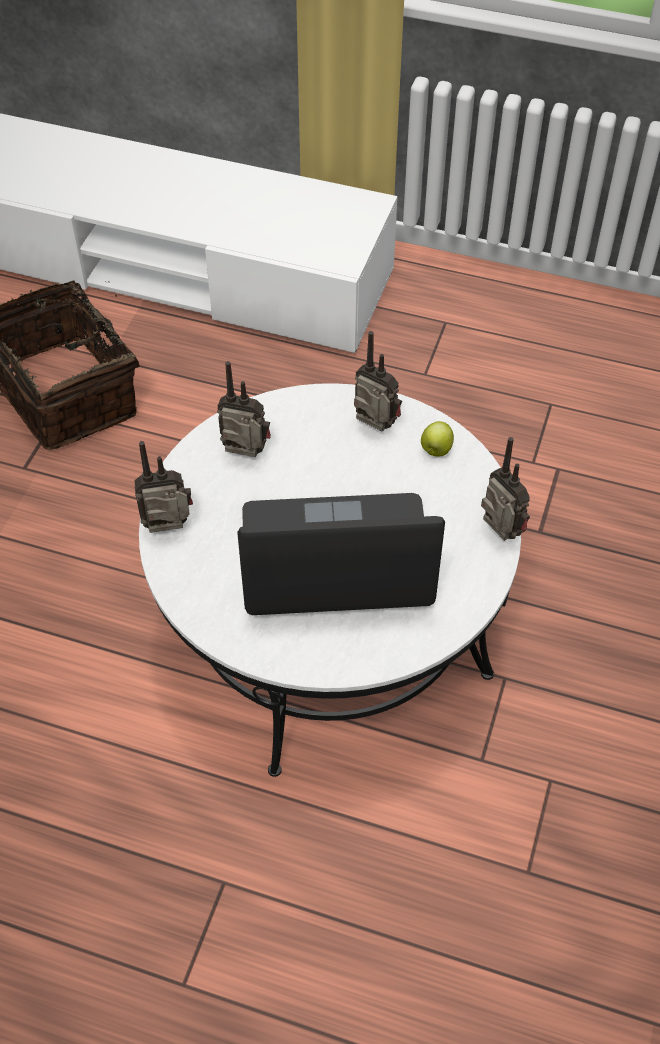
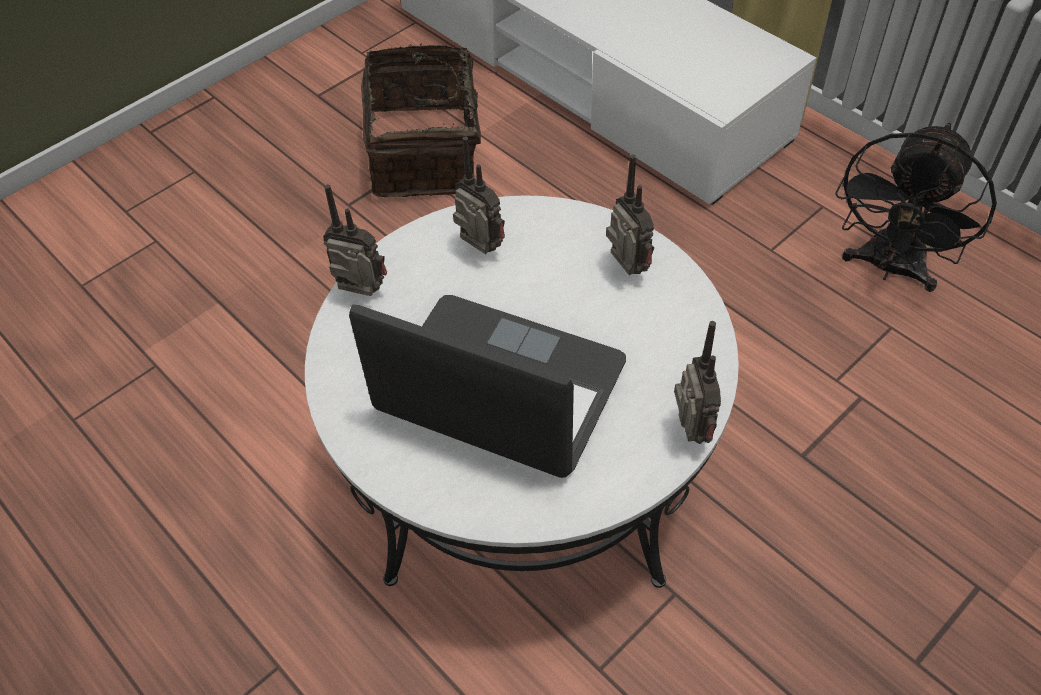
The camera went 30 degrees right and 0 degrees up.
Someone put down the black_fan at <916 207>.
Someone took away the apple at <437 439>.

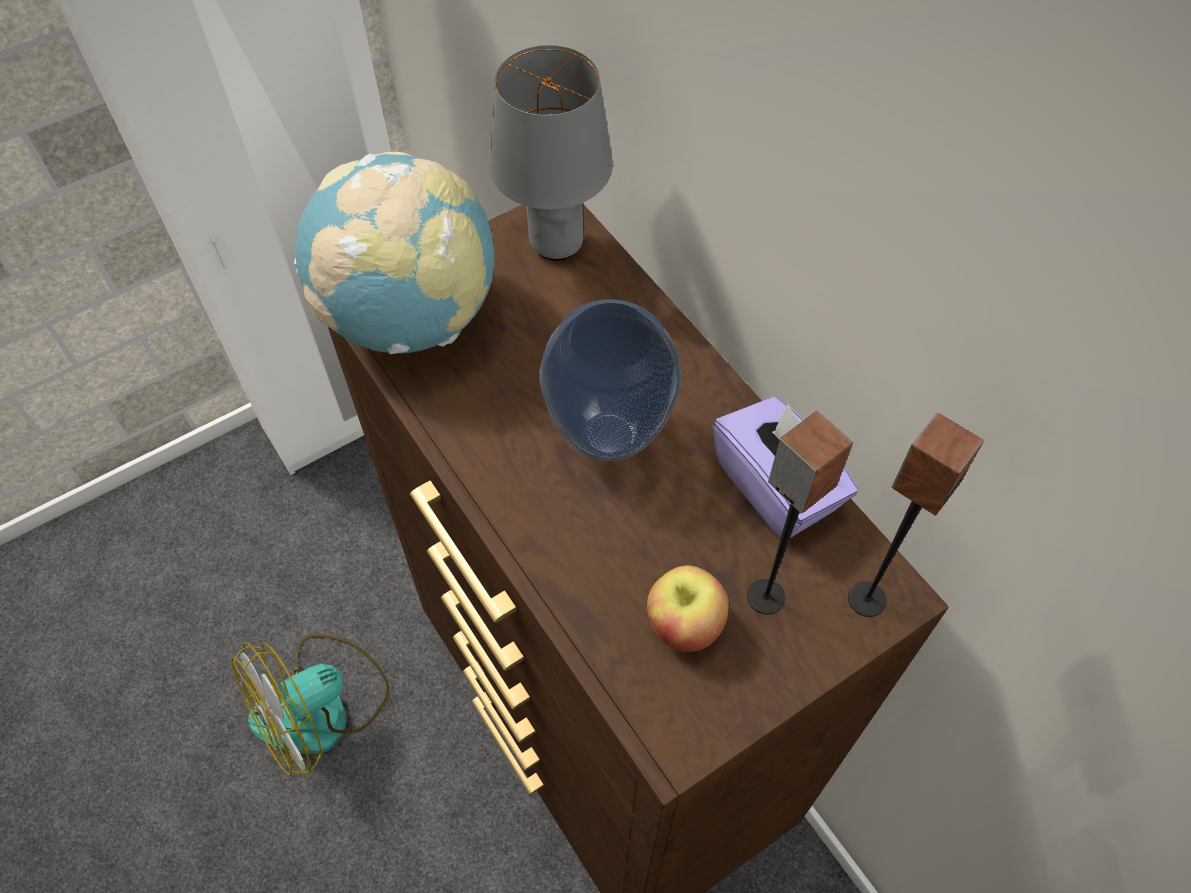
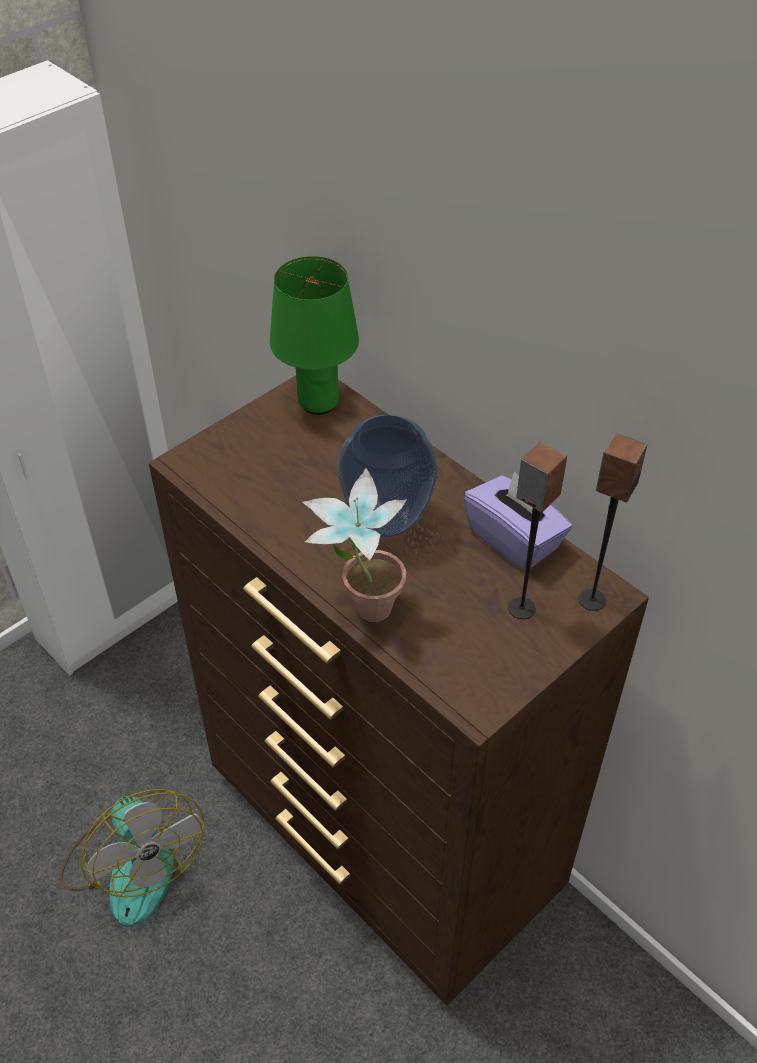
The camera went 10 degrees left and 10 degrees down.
Someone rotated the fan at <310 705> by 75 degrees counterclockwise.
Someone repainted the grey_table_lamp at <551 153>, which became the green_table_lamp at <314 335>.
Someone put down the potted_plant at <354 545>.
Someone took away the globe at <394 253>.
Someone took away the apple at <688 608>.

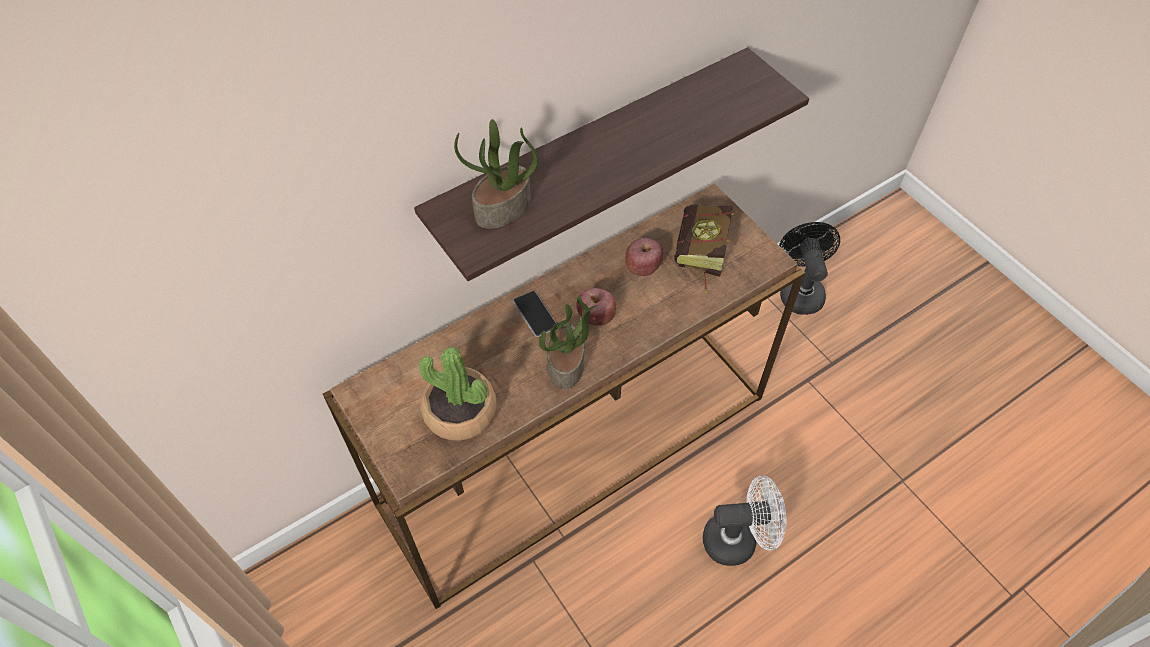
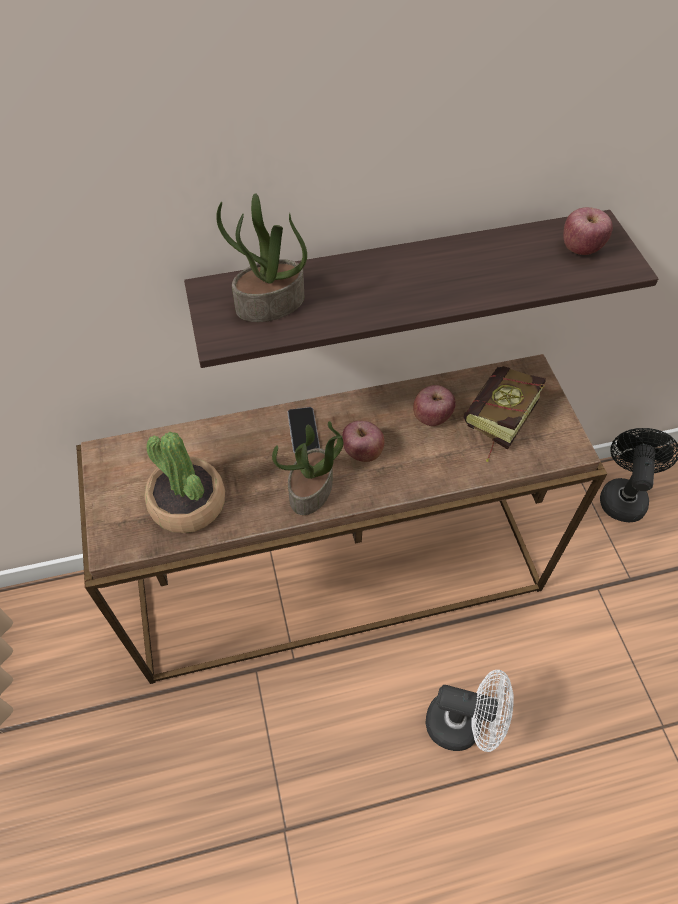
The camera went 20 degrees right and 0 degrees up.
Someone put down the apple at <588 231>.

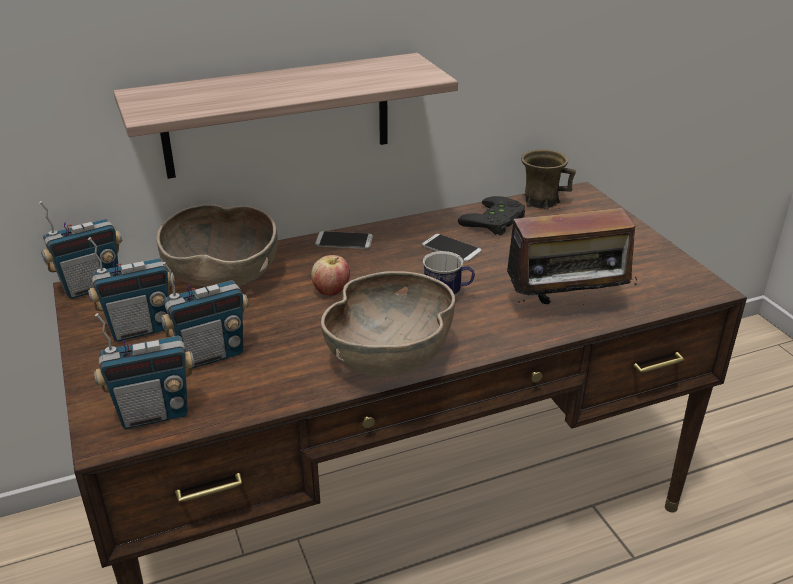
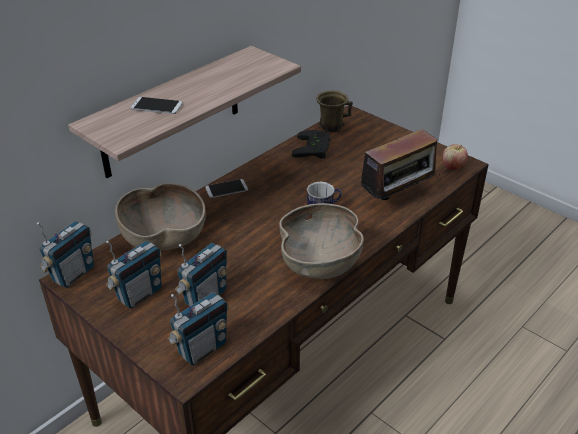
The camera went 25 degrees left and 5 degrees up.
Someone carried the phone from <451 248> to <157 105>.
Someone carried the apple from <330 275> to <455 157>.

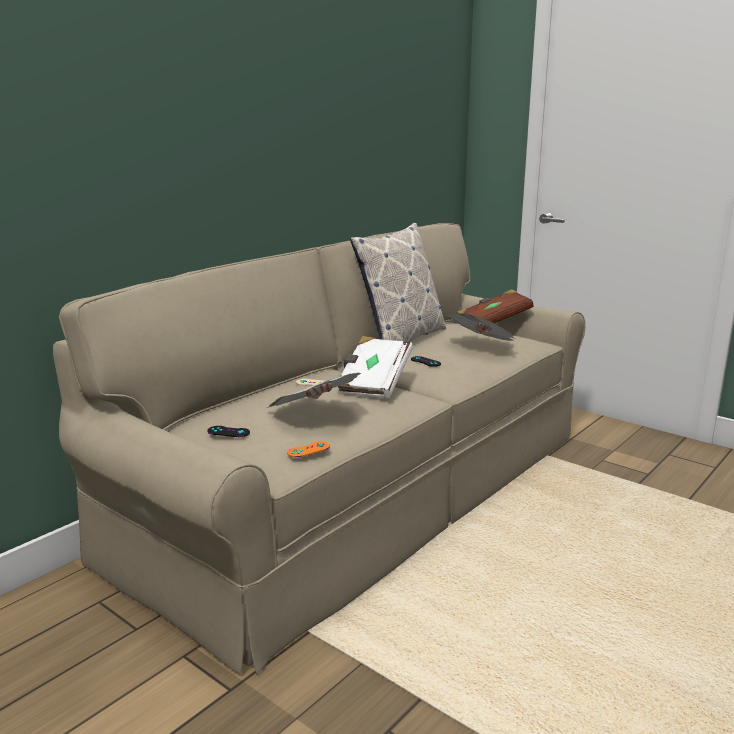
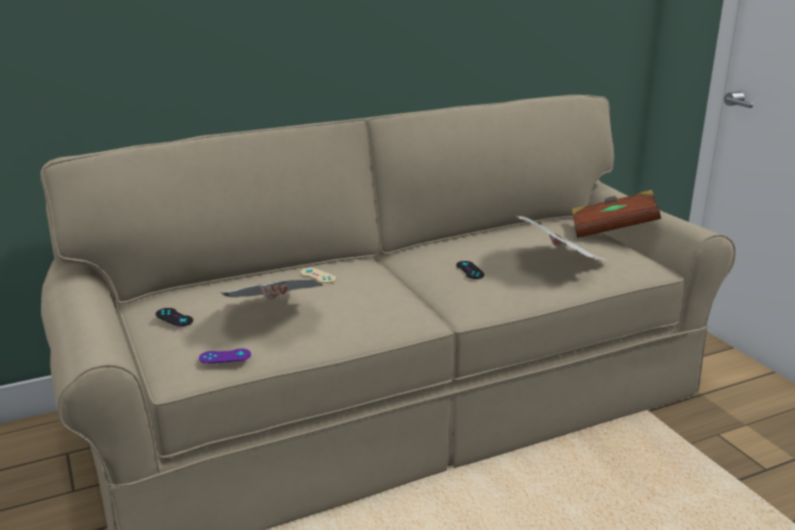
The camera went 25 degrees right and 5 degrees up.
Someone repainted the orange_game_controller at <308 449>, which became the purple_game_controller at <225 356>.
Someone took away the white_book at <375 367>.
Someone took away the pillow at <398 283>.

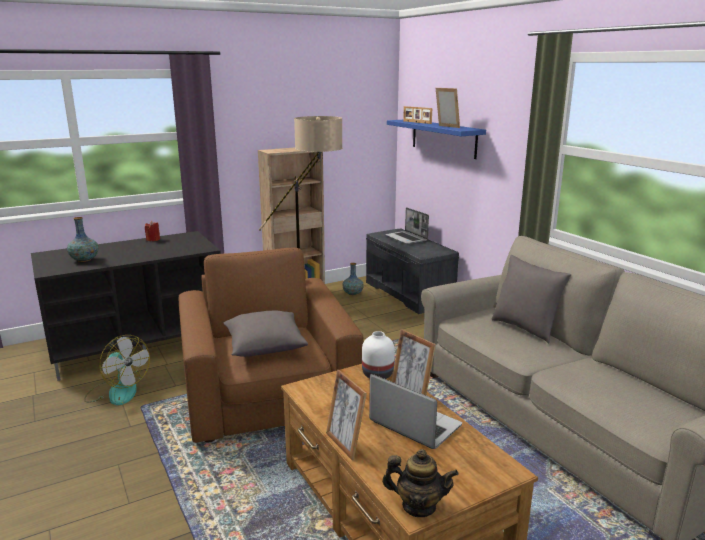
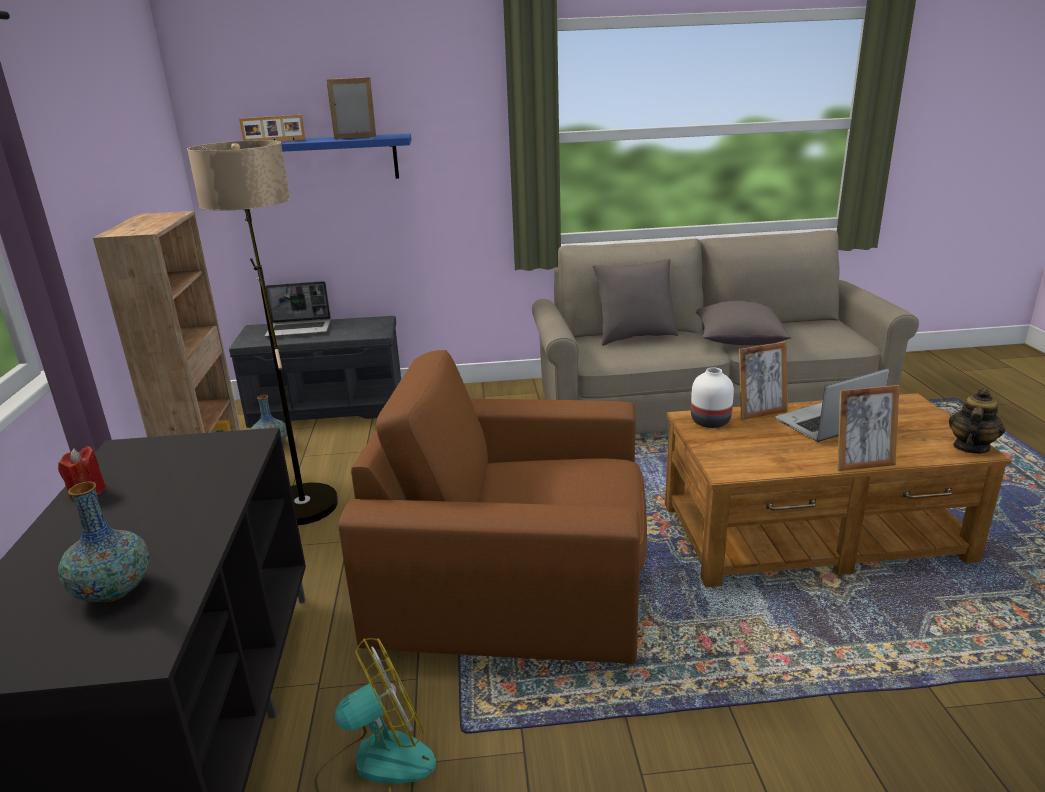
The camera went 65 degrees left and 5 degrees up.
Someone carried the grey_pillow from <266 334> to <743 323>.

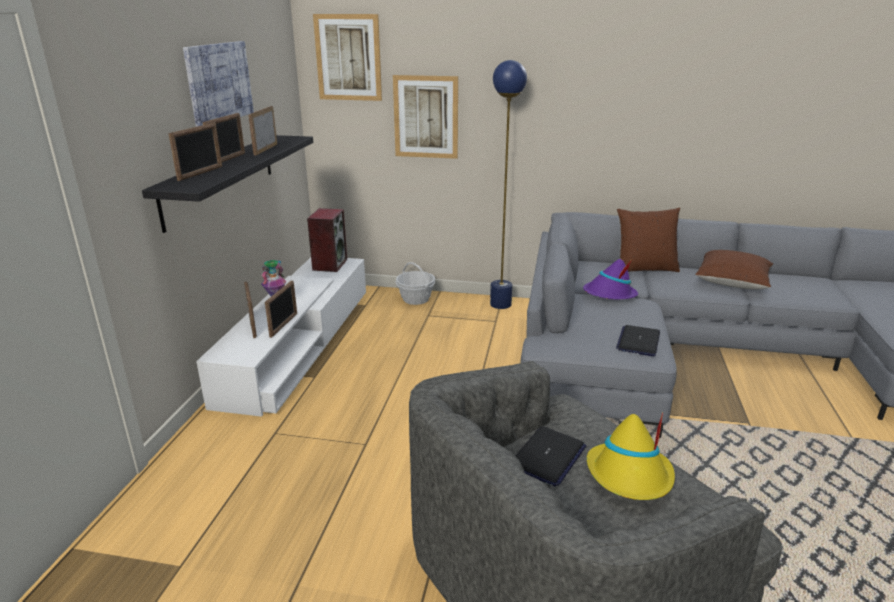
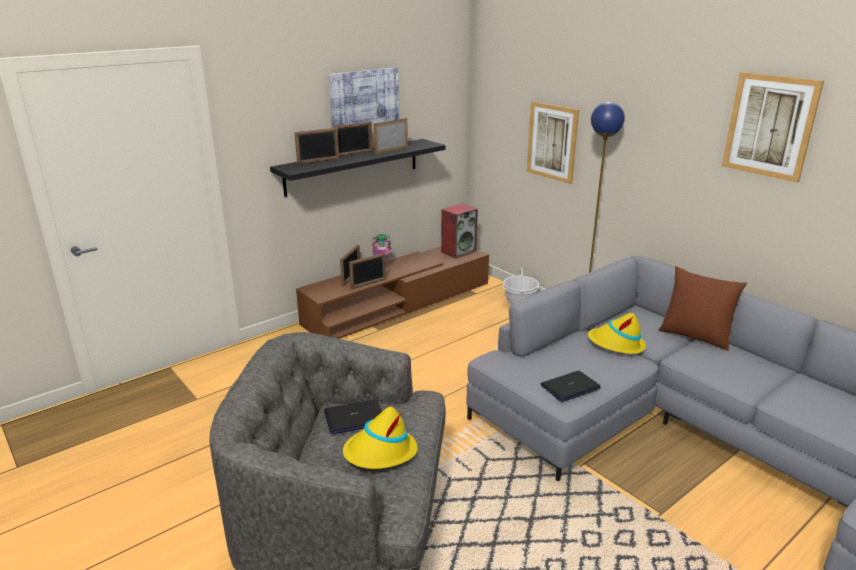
The camera went 40 degrees right and 0 degrees up.
Someone repainted the white_tv_stand at <281 337>, which became the brown_tv_stand at <392 292>.
Someone repainted the purple_hat at <610 279>, which became the yellow_hat at <617 333>.
Someone carried the picture from <347 57> to <773 127>.
Someone took away the brown_pillow at <734 269>.

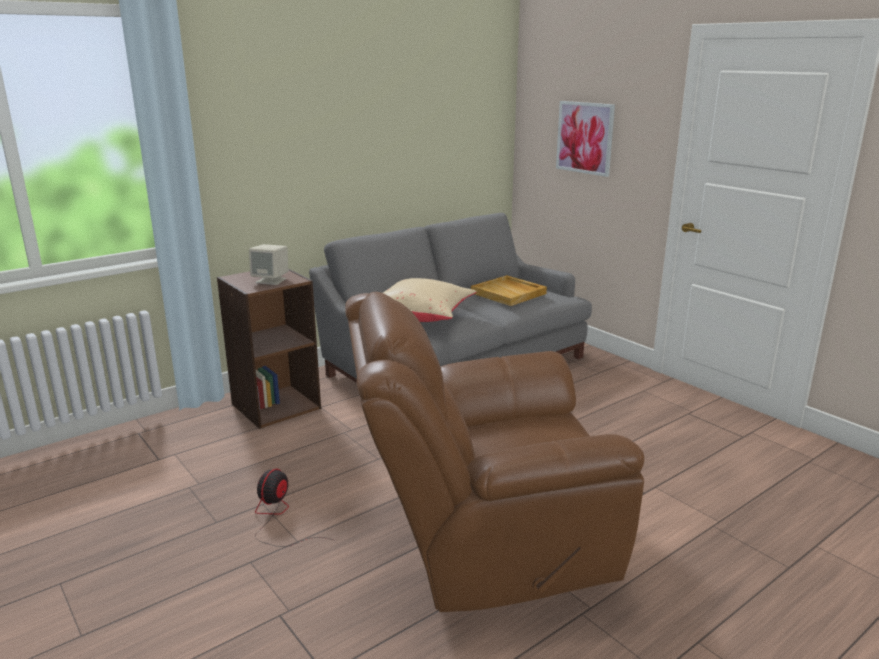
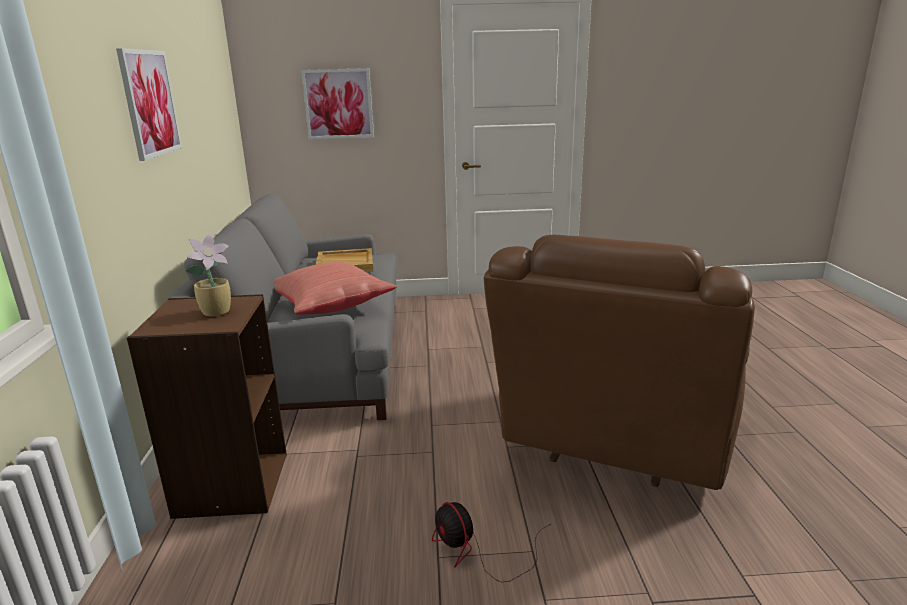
The camera went 55 degrees left and 0 degrees up.
Someone put up the picture at <149 104>.
Someone swapped the beige_speaker at <268 264> for the potted_plant at <208 274>.
Someone repainted the beige_pillow at <430 300>, which became the red_pillow at <335 288>.

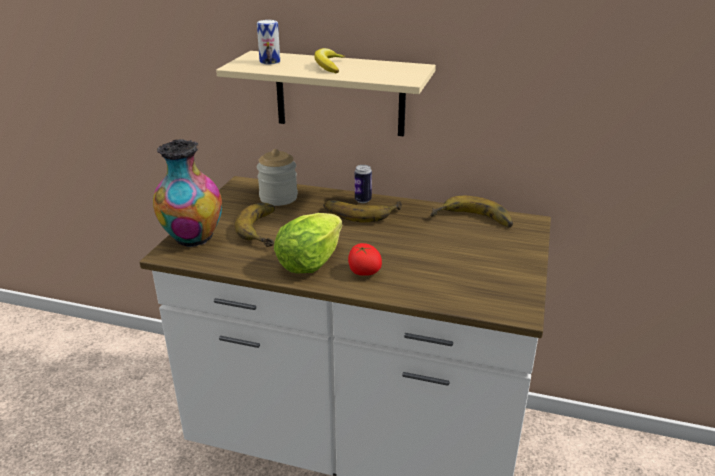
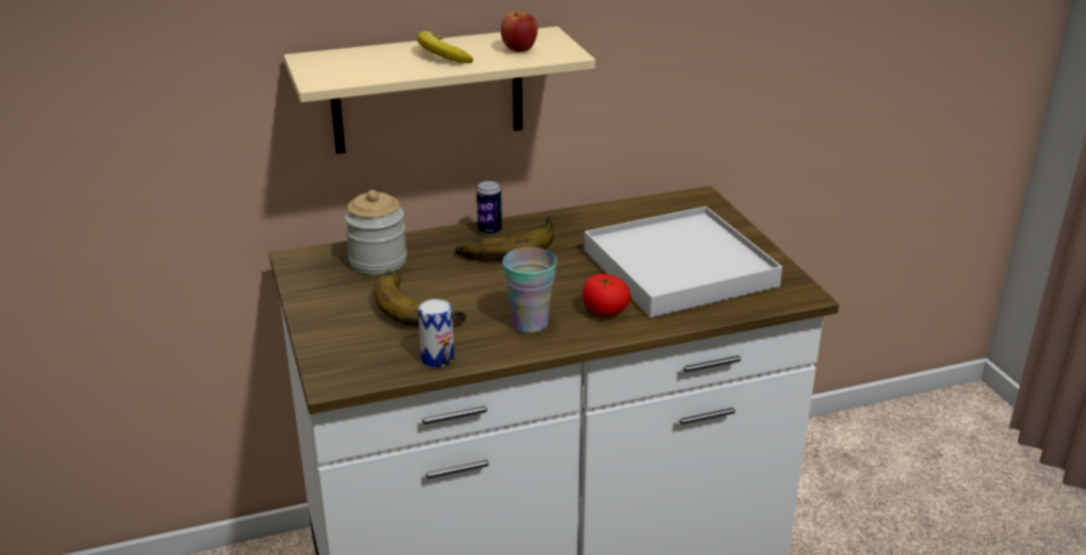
The camera went 35 degrees left and 0 degrees up.
Someone carried the can from <268 42> to <436 333>.
Someone put down the apple at <519 31>.
Someone swapped the lettuce at <308 243> for the cup at <530 290>.
Someone put down the white_tray at <683 262>.
Someone took away the vase at <187 193>.
Someone took away the banana at <471 212>.

